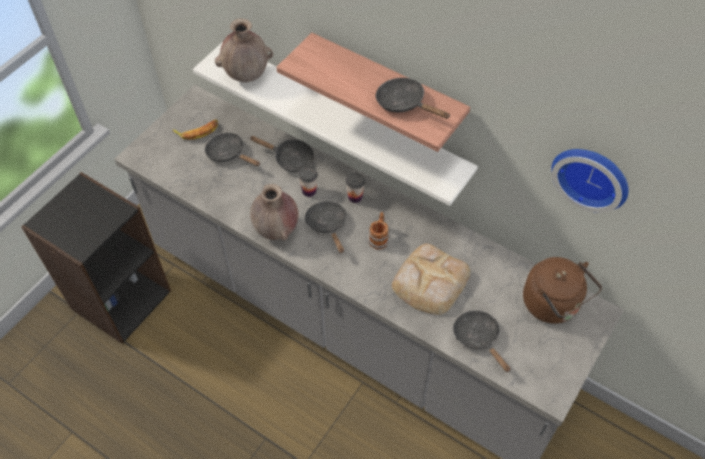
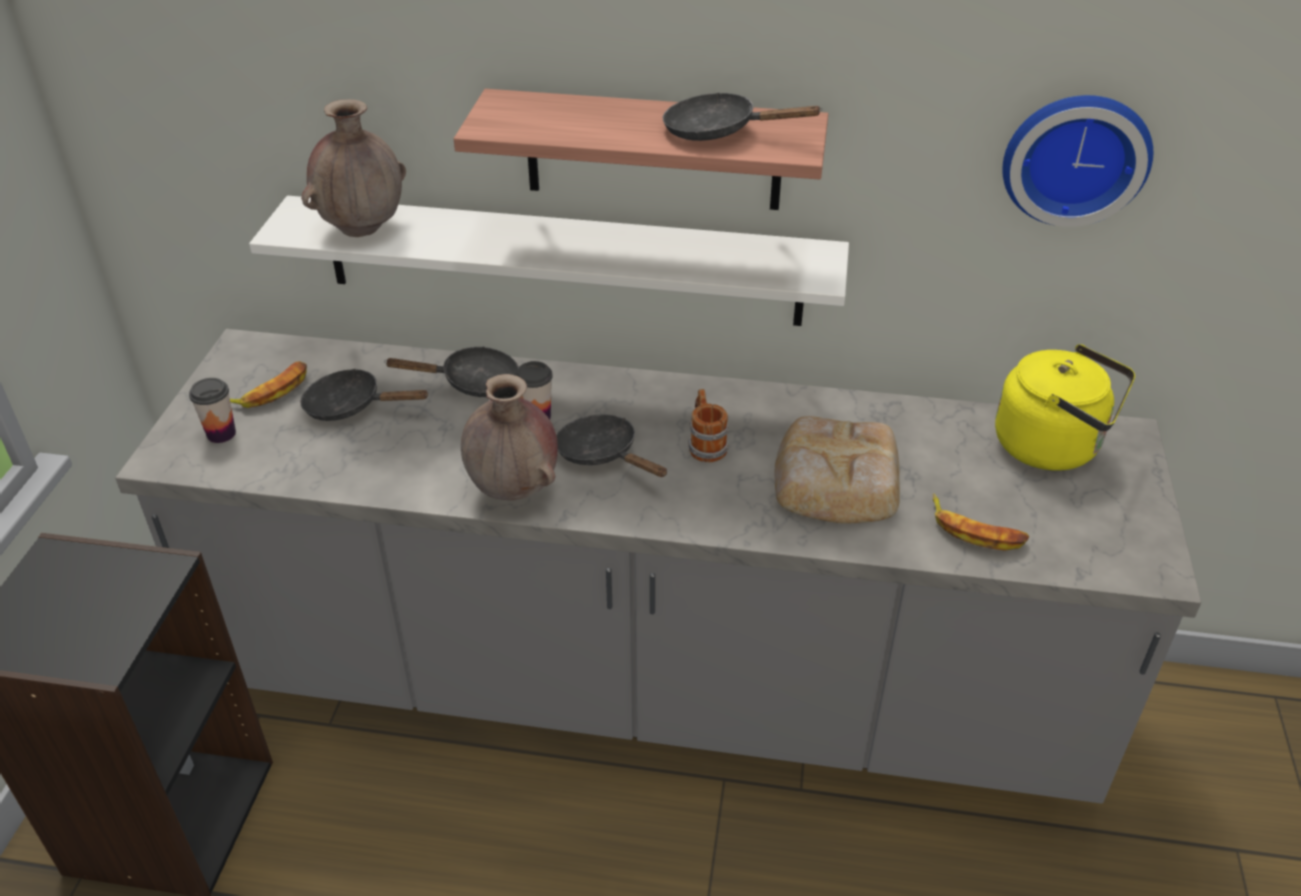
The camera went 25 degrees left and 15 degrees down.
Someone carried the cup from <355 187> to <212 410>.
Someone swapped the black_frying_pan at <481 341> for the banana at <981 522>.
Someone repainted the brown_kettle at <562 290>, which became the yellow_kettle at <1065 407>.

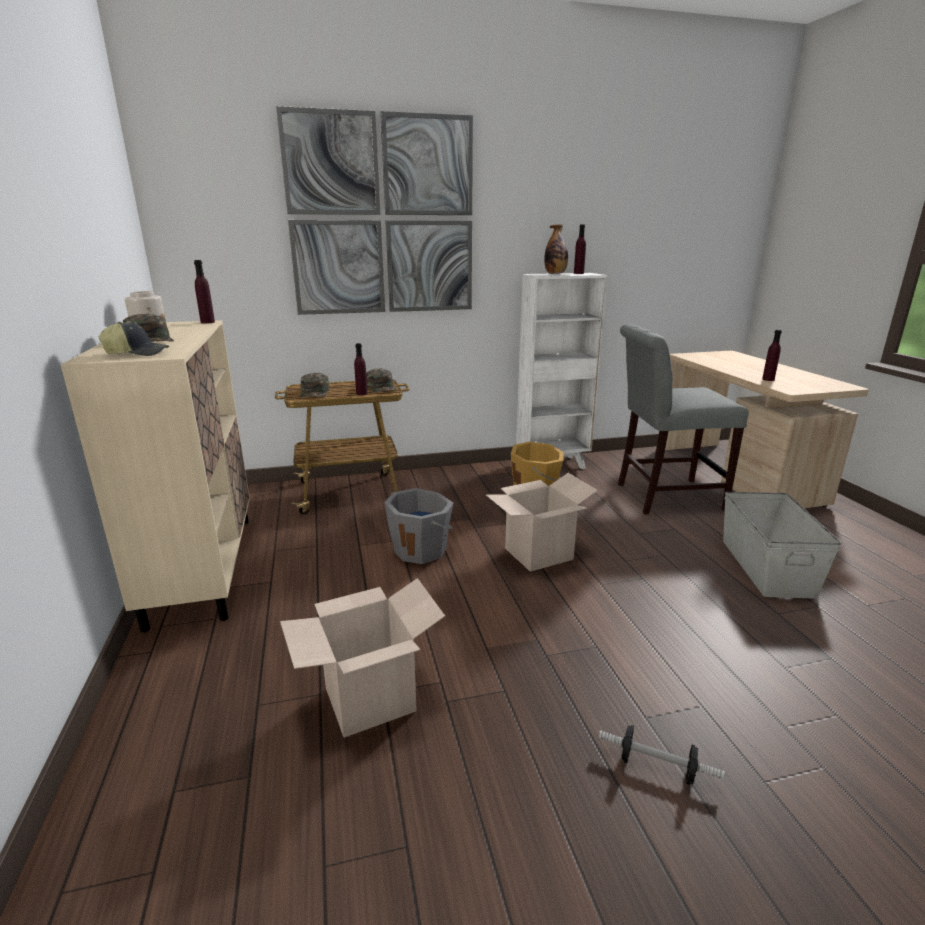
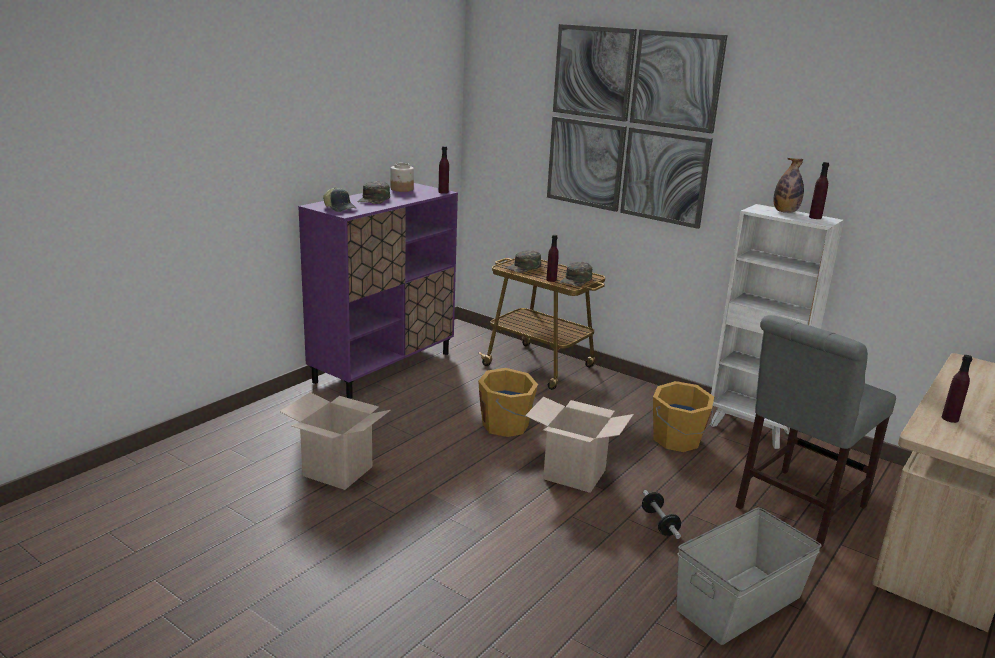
The camera went 50 degrees right and 0 degrees up.
Someone repainted the beige_cabinet at <155 476>, which became the purple_cabinet at <378 291>.
Someone repainted the grey_bucket at <419 526>, which became the orange_bucket at <508 402>.
Someone carried the dumbbell from <662 755> to <661 514>.
Someone rotated the grey_chair at <683 419> by 90 degrees counterclockwise.

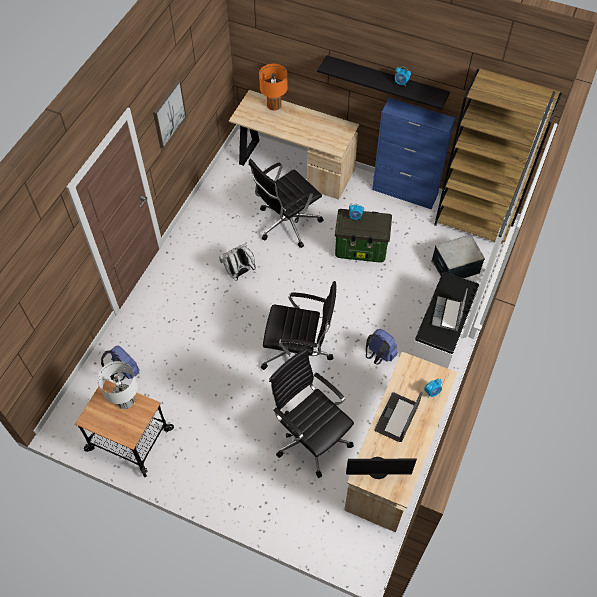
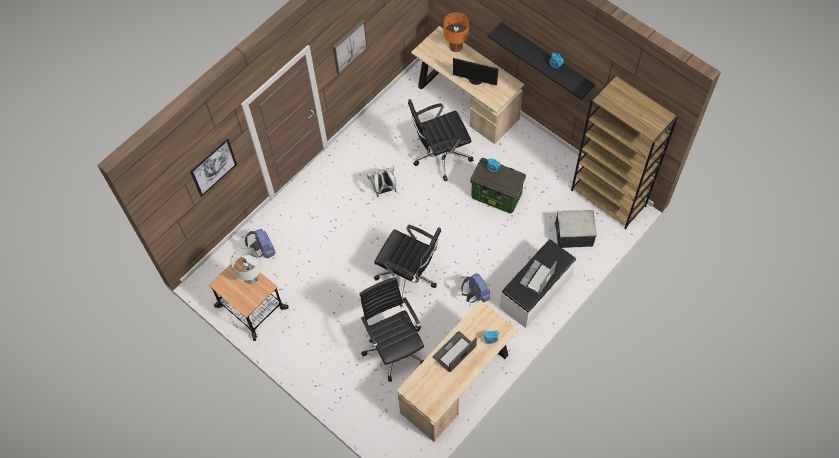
The camera went 20 degrees right and 5 degrees up.
Someone put up the picture at <213 167>.
Someone carried the monitor from <381 468> to <475 71>.
Someone took away the blue_cabinet at <413 153>.

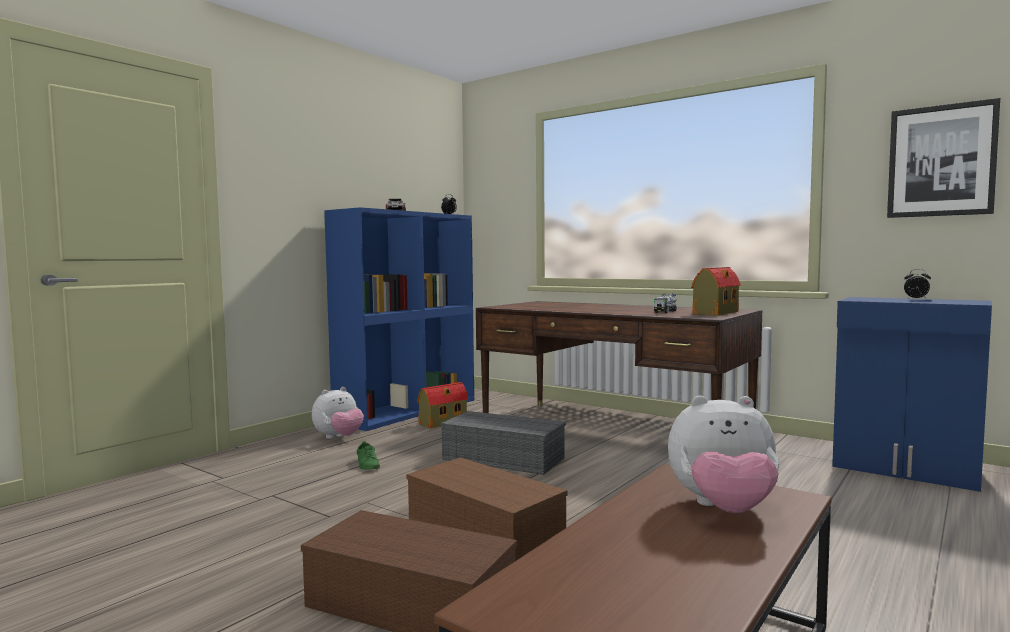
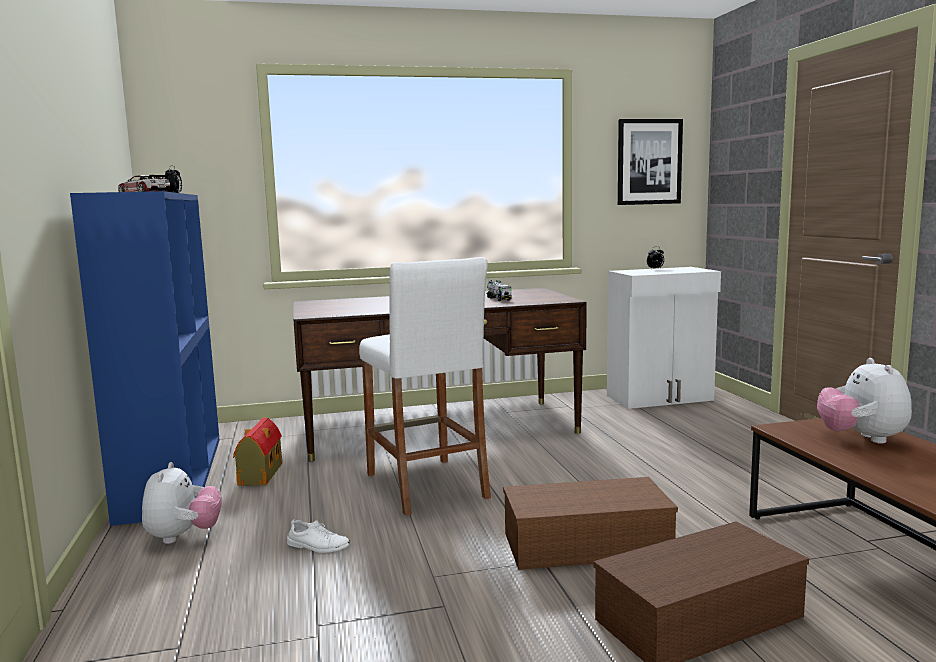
The camera went 50 degrees left and 5 degrees up.
Someone repainted the green_shoe at <368 455>, which became the white_shoe at <318 536>.
Someone swapped the grey_storage_box at <503 443> for the white_stool at <425 386>.
Someone repainted the blue_cabinet at <912 394>, which became the white_cabinet at <664 338>.
Someone rotated the plush_toy at <723 454> by 135 degrees clockwise.
Someone took away the toy_house at <716 291>.

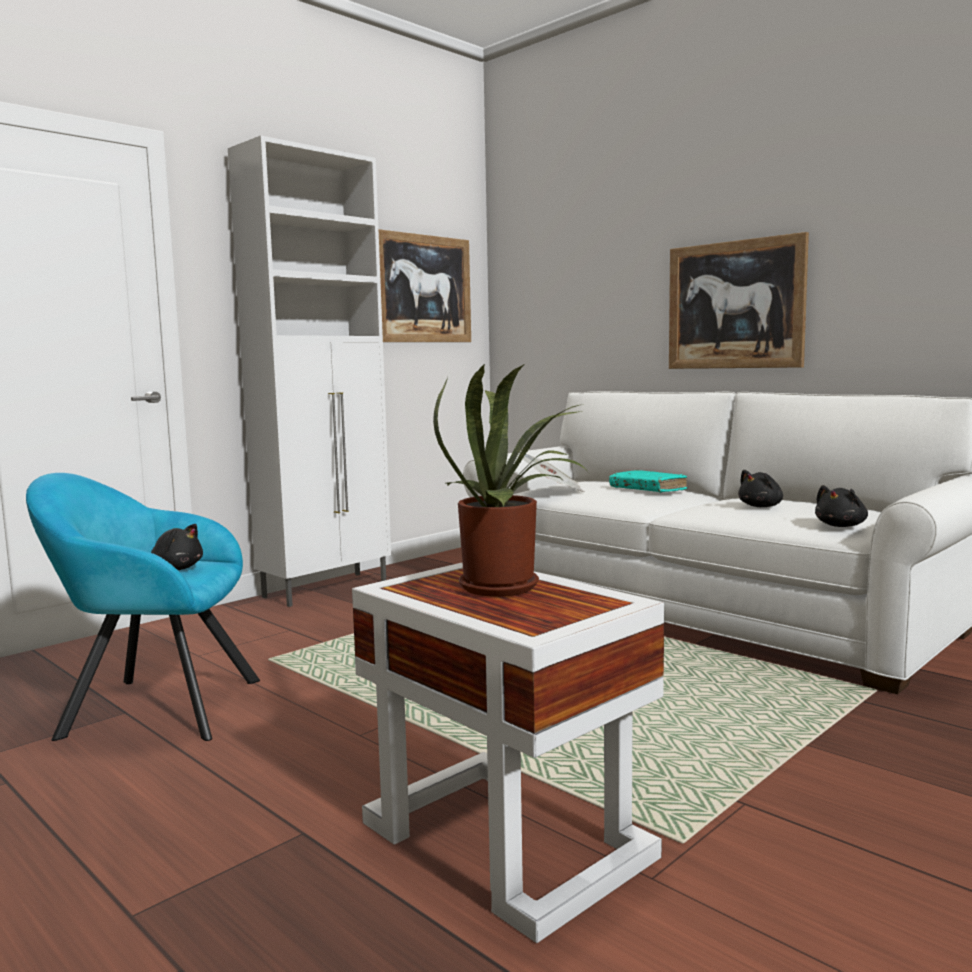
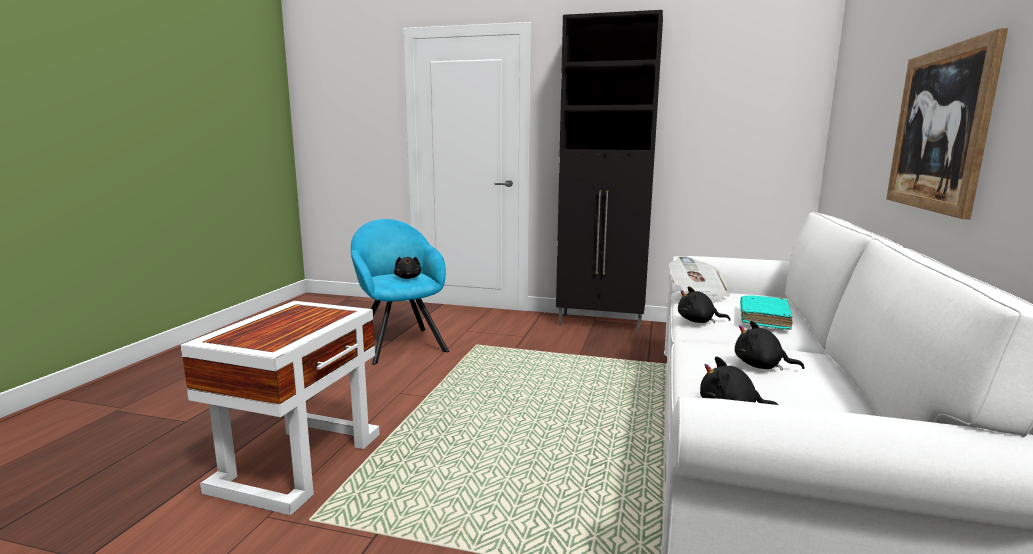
The camera went 60 degrees right and 5 degrees up.
Someone repainted the white_cabinet at <309 371>, which became the black_cabinet at <609 171>.
Someone put down the black_plush_toy at <704 304>.
Someone took away the picture at <425 285>.
Someone took away the potted_plant at <510 480>.

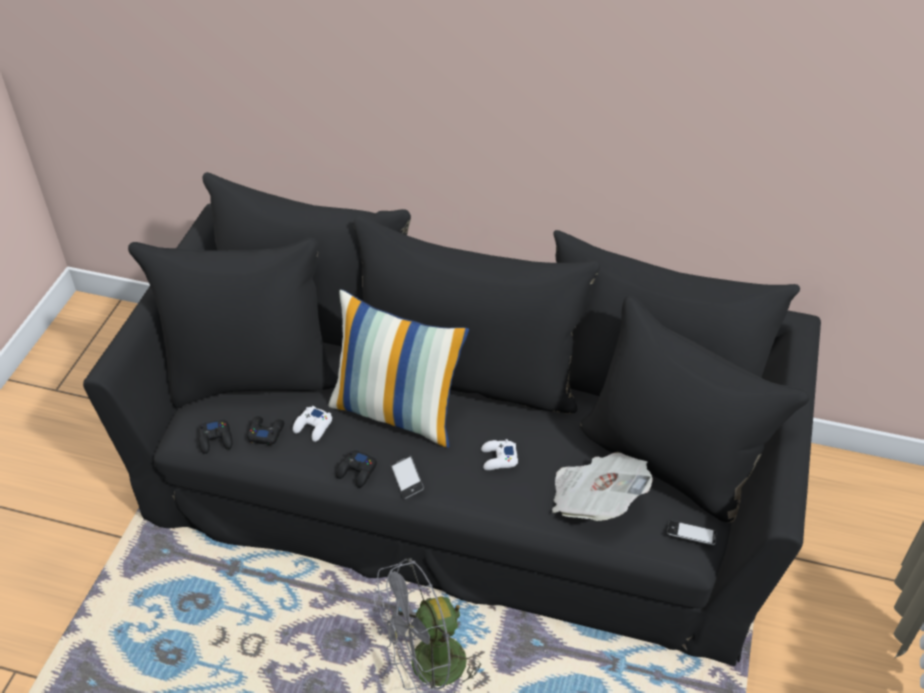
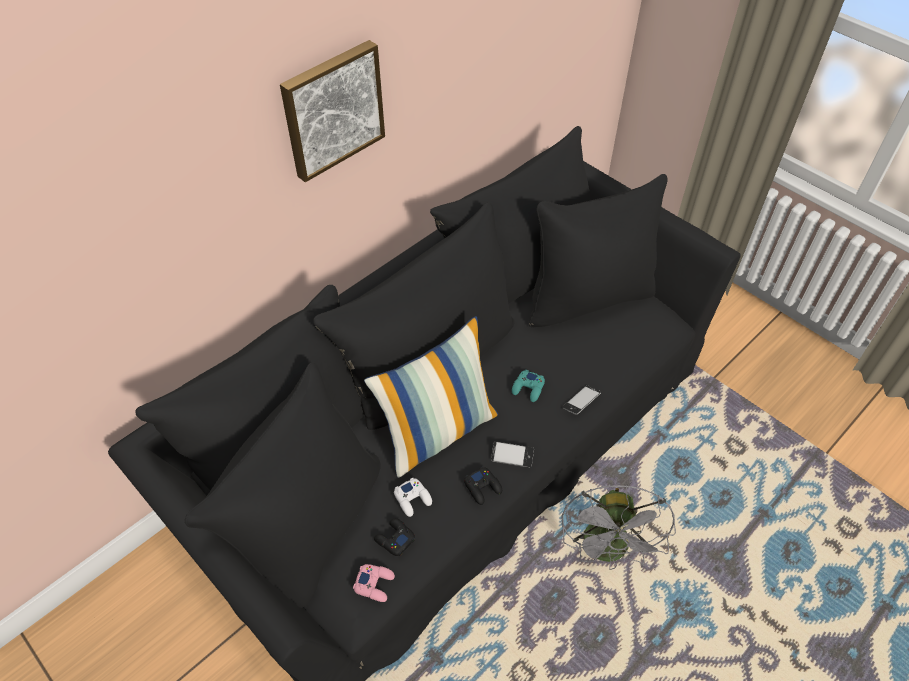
The camera went 60 degrees left and 5 degrees up.
Someone put up the picture at <332 111>.
Someone repainted the black_game_controller at <215 436>, which became the pink_game_controller at <374 583>.
Someone repainted the white_game_controller at <499 454>, which became the turquoise_game_controller at <528 386>.
Someone carried the phone from <691 532> to <581 400>.
Someone took away the newspaper at <602 486>.

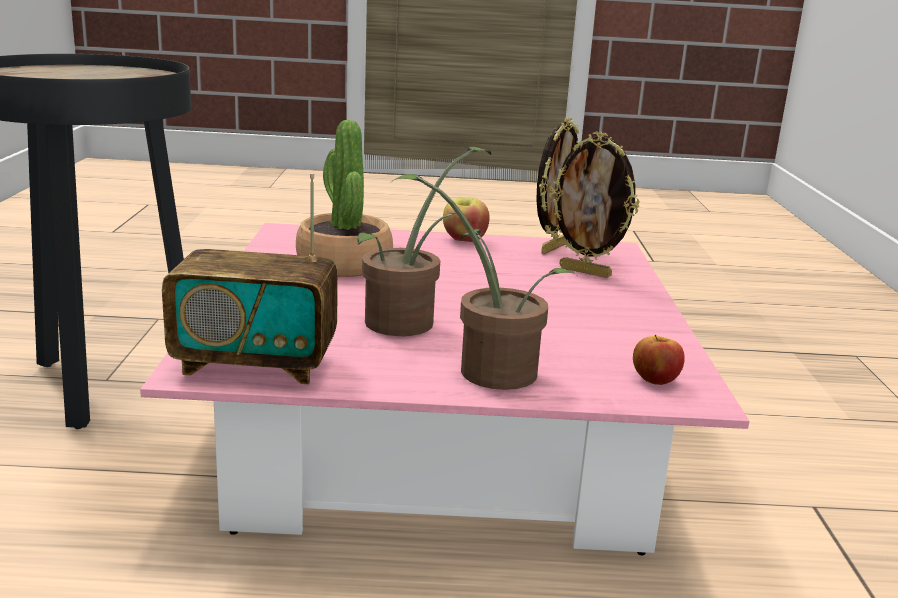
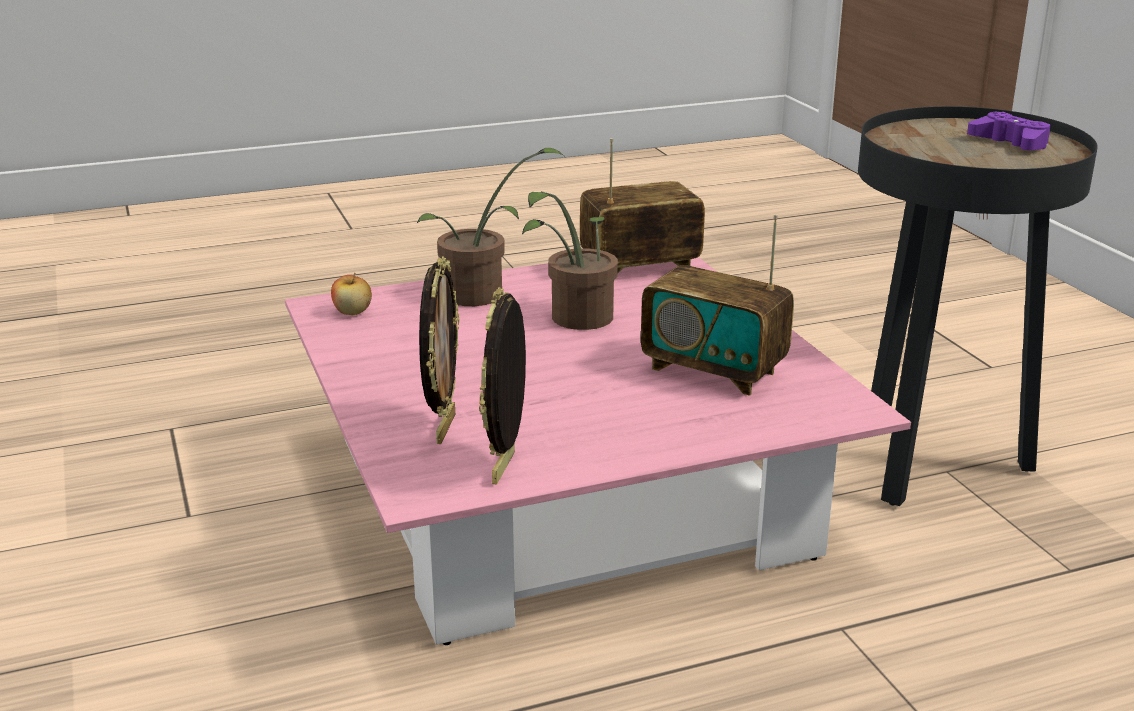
The camera went 160 degrees right and 5 degrees up.
Someone rotated the picture_frame at <594 205> by 90 degrees clockwise.
Someone swapped the potted_plant at <344 198> for the radio at <717 305>.
Someone put down the purple_game_controller at <1009 130>.
Someone took away the apple at <466 219>.

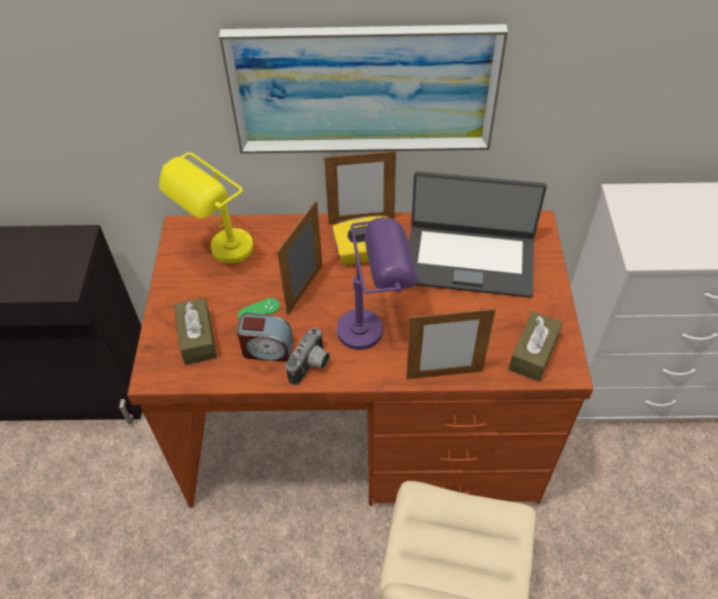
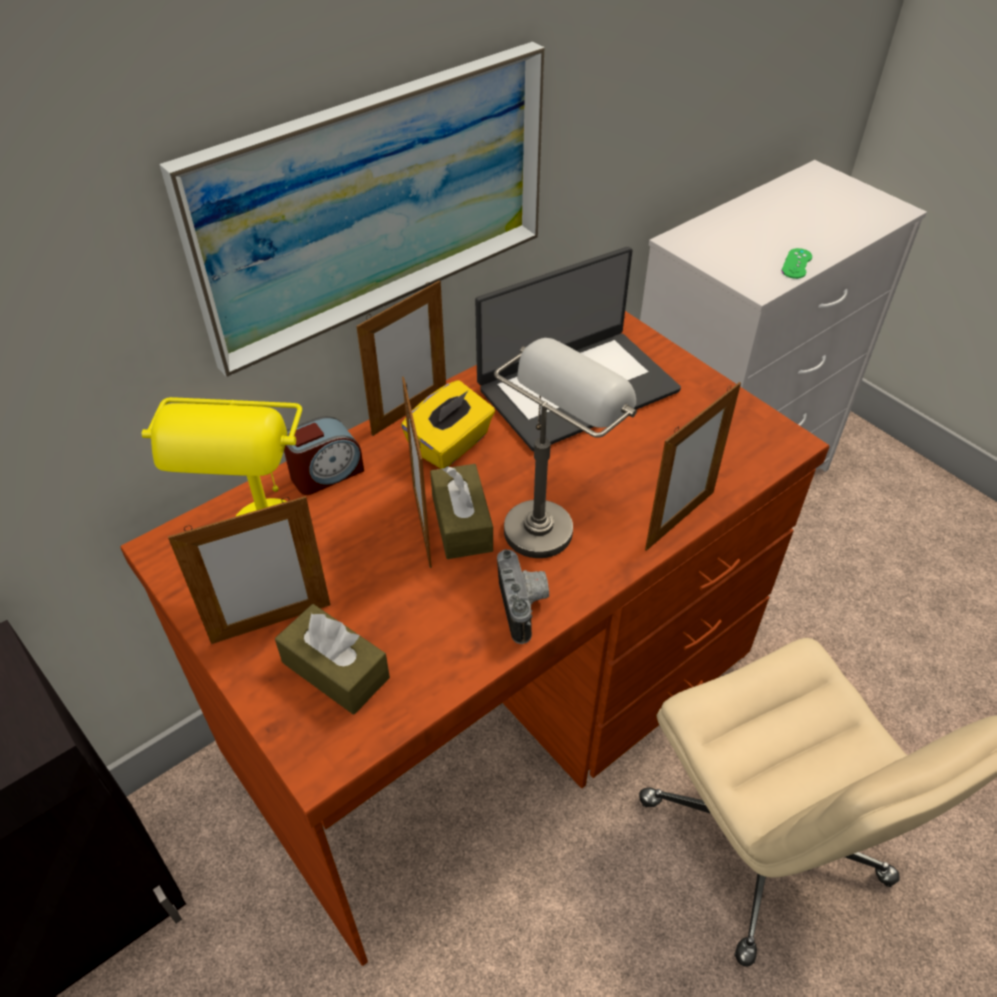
The camera went 40 degrees left and 5 degrees down.
Someone put down the picture_frame at <249 570>.
Someone carried the alarm_clock from <265 337> to <324 455>.
Someone carried the brown_tissue_box from <536 346> to <461 511>.
Someone repainted the purple_table_lamp at <377 283>, which became the grey_table_lamp at <565 448>.
Someone carried the green_game_controller from <259 308> to <797 263>.

